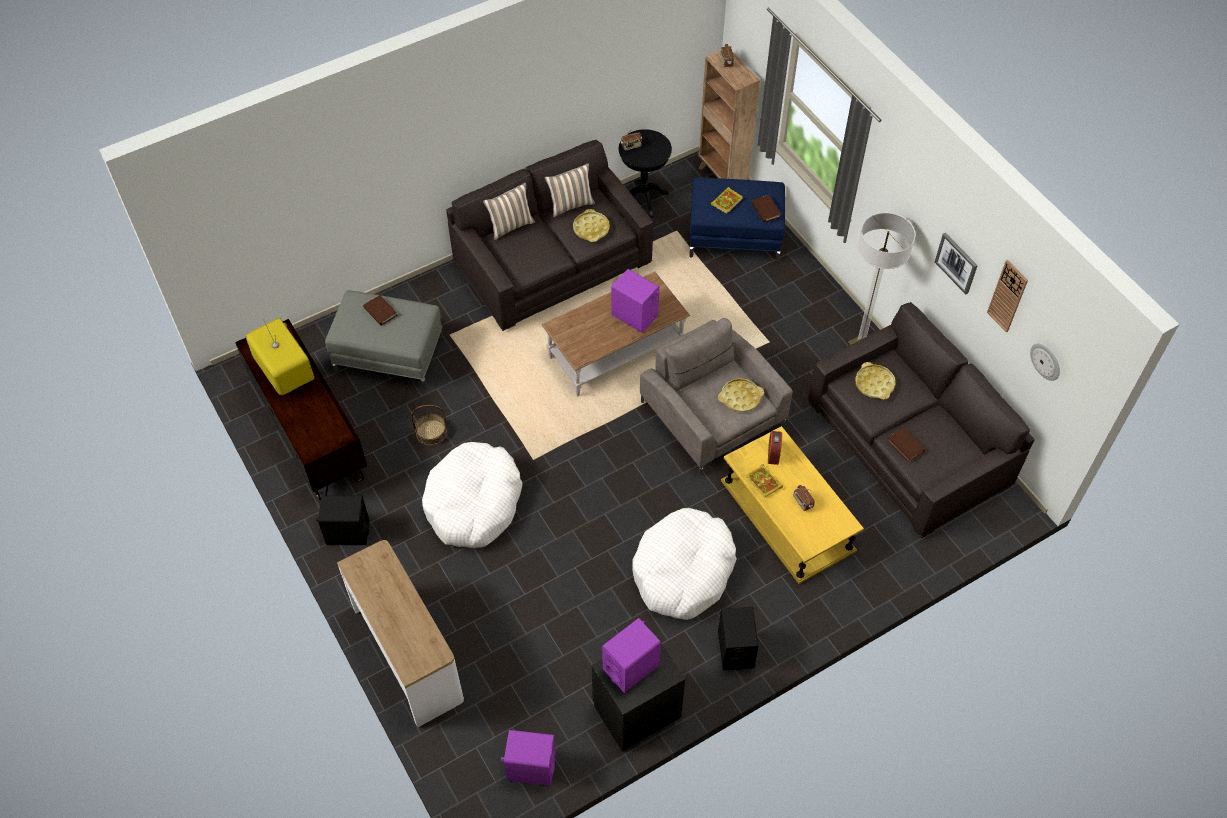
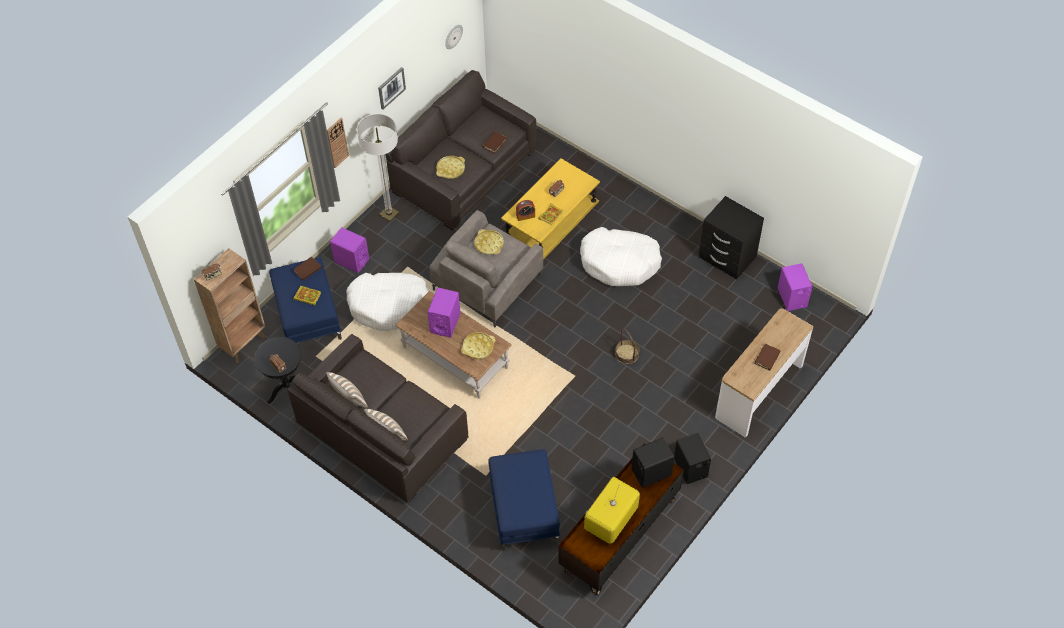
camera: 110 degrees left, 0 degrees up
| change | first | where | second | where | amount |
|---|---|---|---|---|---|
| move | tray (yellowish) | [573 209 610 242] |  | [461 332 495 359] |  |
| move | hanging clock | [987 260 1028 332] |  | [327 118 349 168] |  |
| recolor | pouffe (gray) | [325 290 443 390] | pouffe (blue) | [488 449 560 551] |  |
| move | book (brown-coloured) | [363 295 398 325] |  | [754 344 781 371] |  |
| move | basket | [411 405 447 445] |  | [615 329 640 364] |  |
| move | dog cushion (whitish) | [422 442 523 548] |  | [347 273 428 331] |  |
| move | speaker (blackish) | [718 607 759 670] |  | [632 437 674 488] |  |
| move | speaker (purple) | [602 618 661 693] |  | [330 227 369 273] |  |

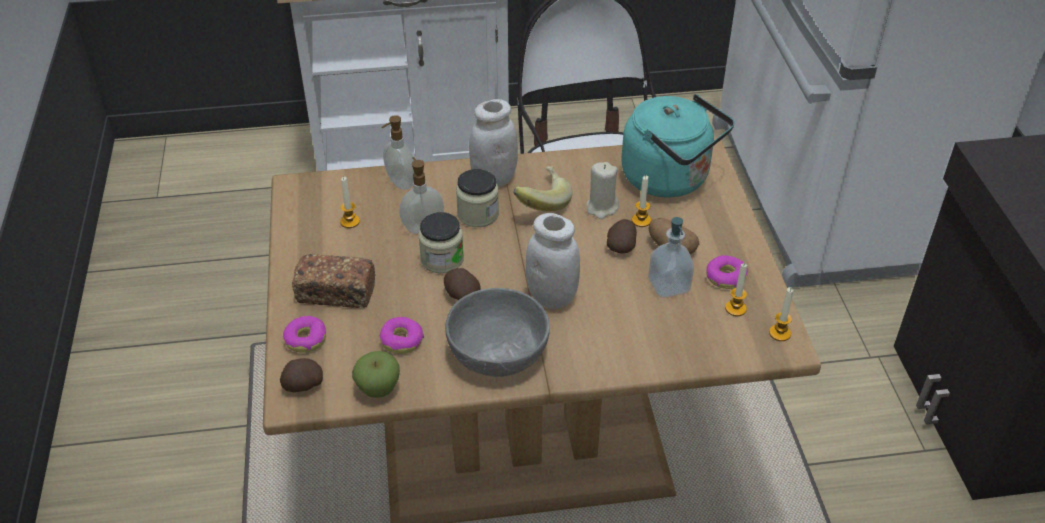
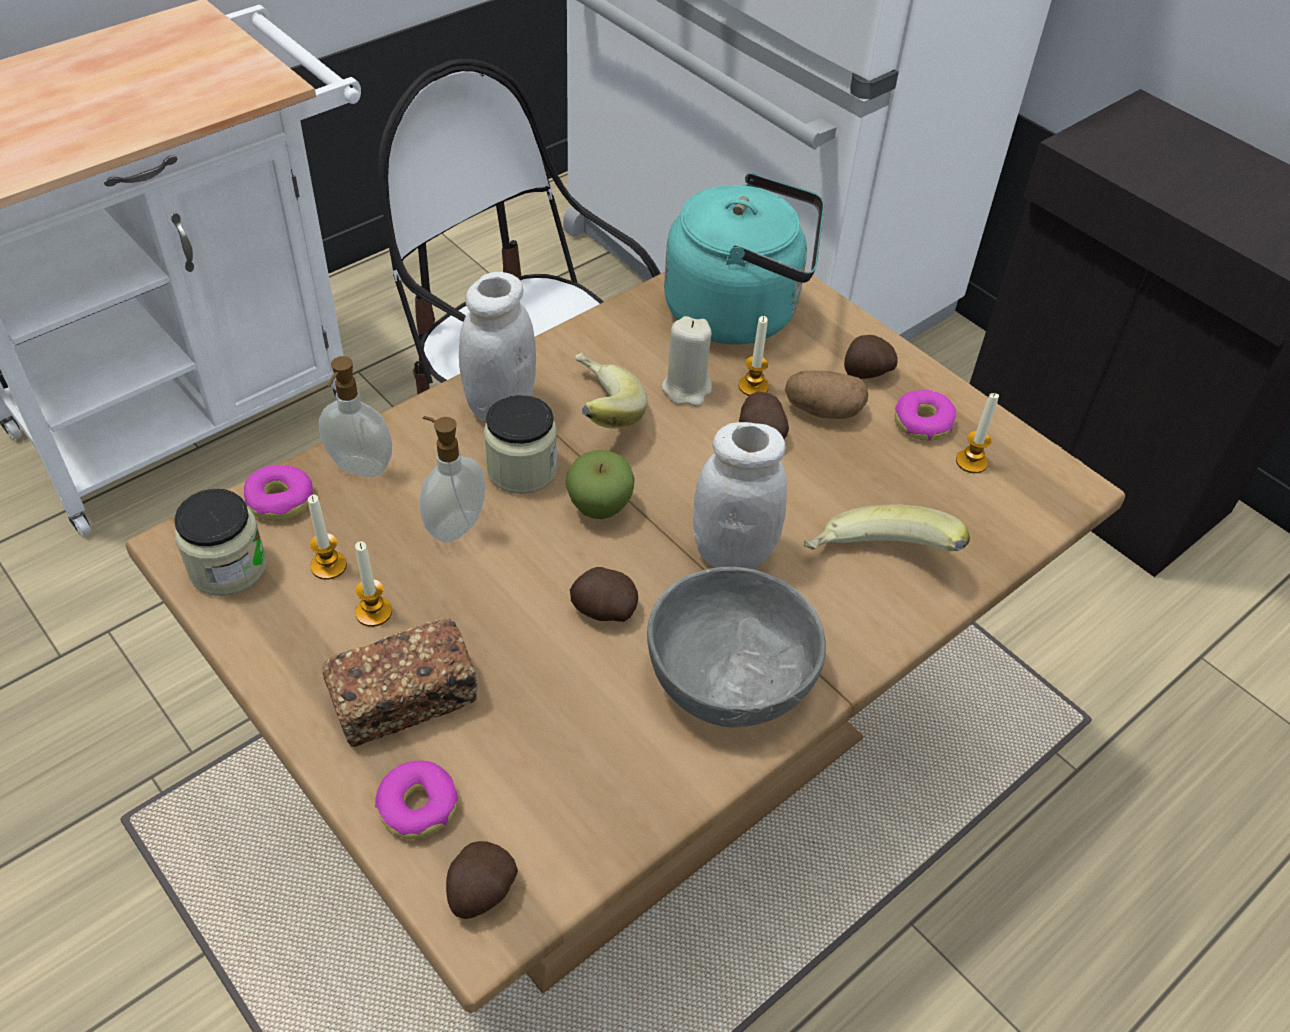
camera: 35 degrees left, 5 degrees up
| change | first | where | second | where | amount |
|---|---|---|---|---|---|
| move | jar | [418 212 464 273] |  | [174 489 267 596] |  |
| delete | soap bottle | [648 217 694 297] |  |  |  |
| move | wax light | [769 287 793 341] |  | [355 541 392 627] |  |
| move | donut | [380 317 424 354] |  | [244 465 313 521] |  |
| move | whole apple | [352 351 400 398] |  | [565 450 635 519] |  |
| insert |  |  | whole potato | [844 335 898 379] |  |
| insert |  |  | banana | [804 505 970 551] |  |

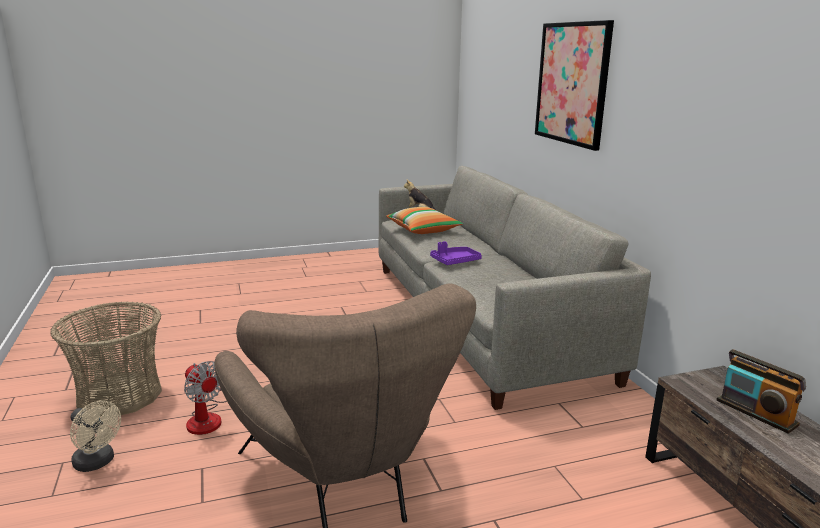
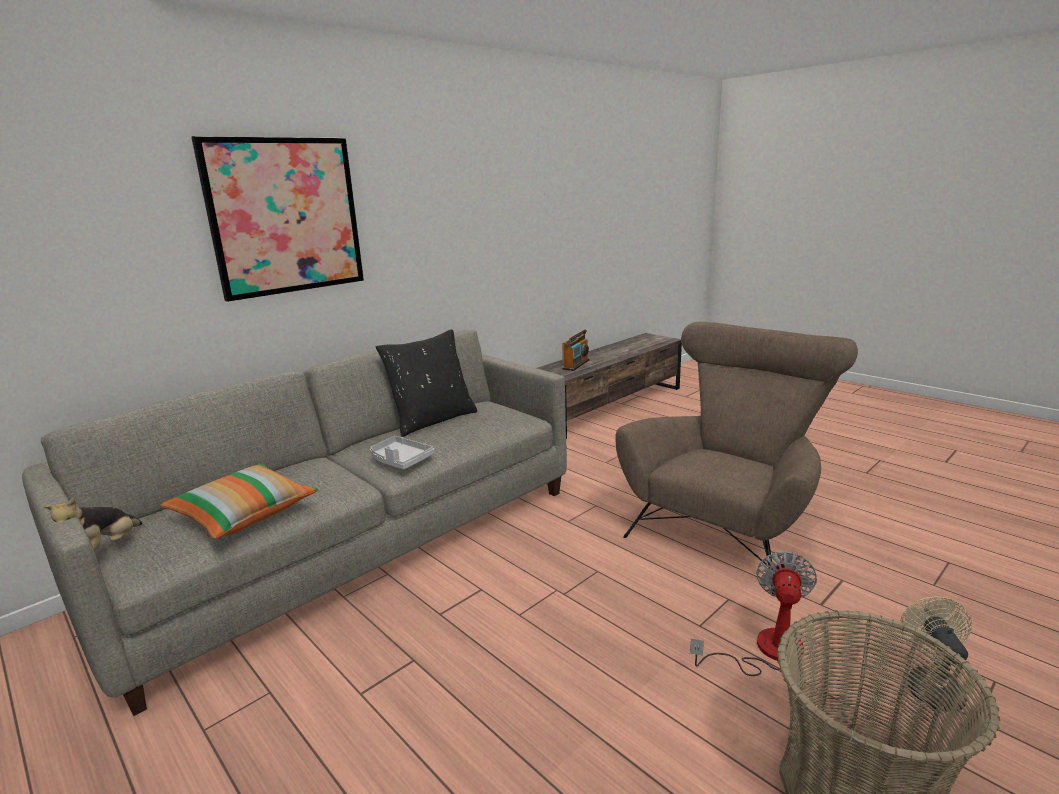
camera: 115 degrees left, 0 degrees up
| change | first | where | second | where | amount |
|---|---|---|---|---|---|
| recolor | tray (purple) | [430 241 482 265] | tray (gray) | [370 436 435 470] |  |
| insert |  |  | cushion (blackish) | [376 329 477 437] |  |

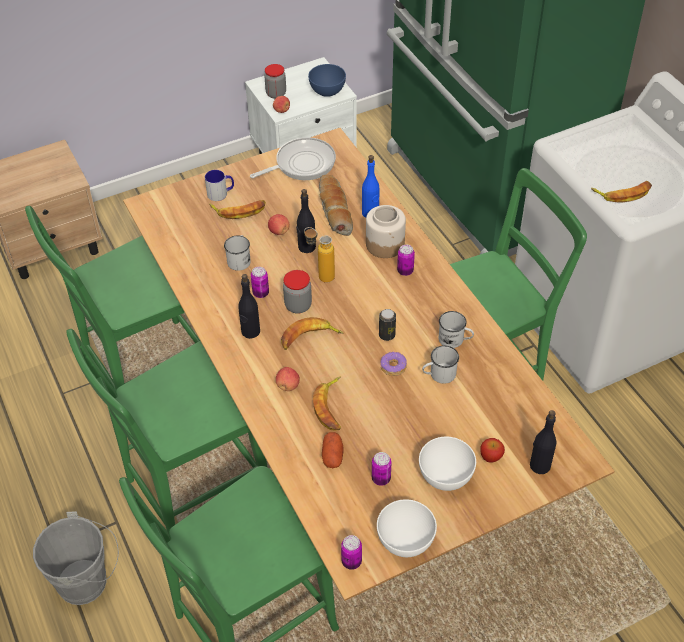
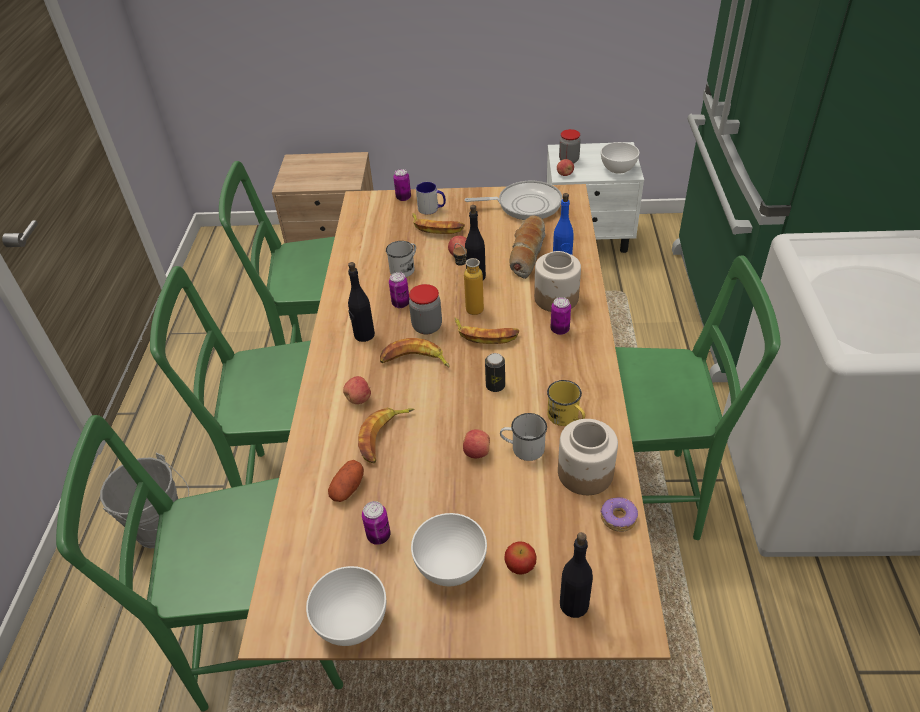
camera: 30 degrees right, 5 degrees down
| change | first | where | second | where | amount |
|---|---|---|---|---|---|
| recolor | serving bowl (blue) | [308 64 346 97] | serving bowl (whitish) | [601 142 639 174] |  |
| move | banana | [591 181 652 203] |  | [454 317 519 344] |  |
| recolor | coffee mug (whitish) | [439 311 474 348] | coffee mug (yellowish) | [547 380 585 426] |  |
| move | donut | [381 352 407 376] |  | [600 497 638 532] |  |
| move | sealed can | [341 535 362 570] |  | [393 169 411 201] |  |
| insert |  |  | jar | [558 419 618 495] |  |
| insert |  |  | whole apple | [463 429 490 458] |  |

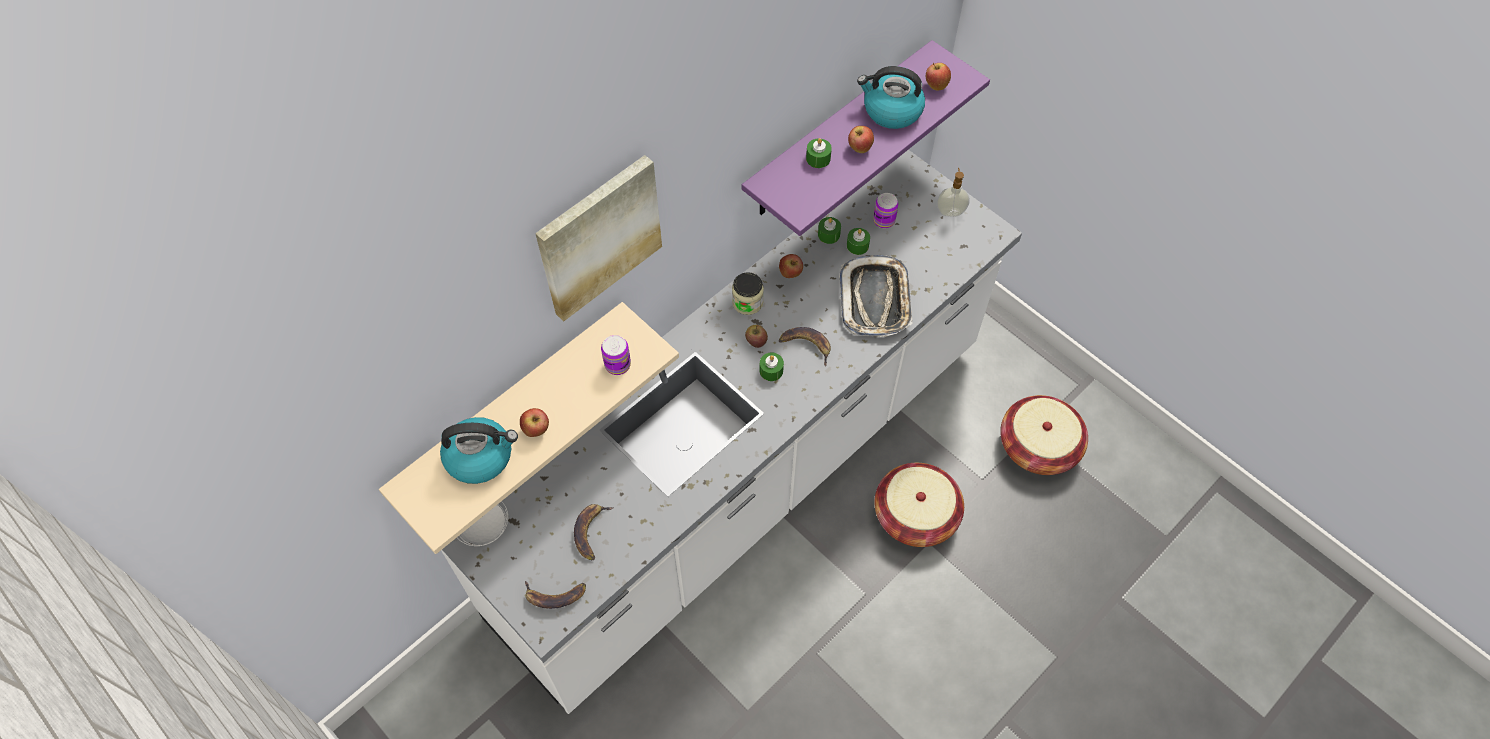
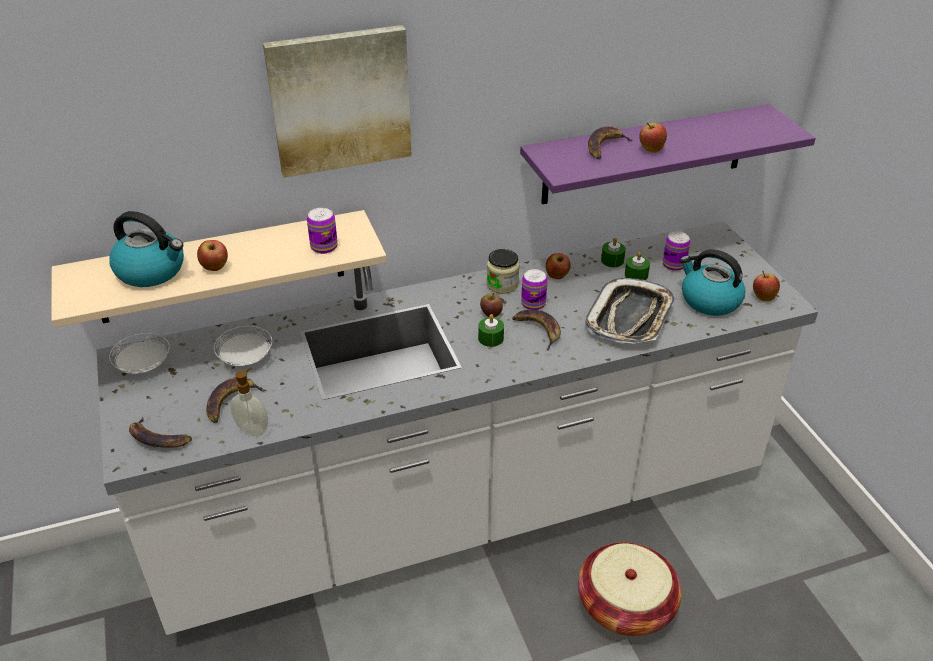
camera: 25 degrees right, 20 degrees down
| change | first | where | second | where | amount |
|---|---|---|---|---|---|
| move | whole apple | [926 63 951 91] |  | [753 271 780 301] |  |
| move | water kettle | [857 66 925 129] |  | [680 249 746 316] |  |
| replace | wax light (greenish) | [806 138 832 168] | banana | [588 126 633 159] |  |
| move | soap bottle | [937 168 970 217] |  | [230 368 268 436] |  |
| delete | basket | [1000 395 1088 475] |  |  |  |
| insert |  |  | sealed can | [521 269 548 310] |  |
| insert |  |  | flat dish (whitish) | [214 326 272 366] |  |

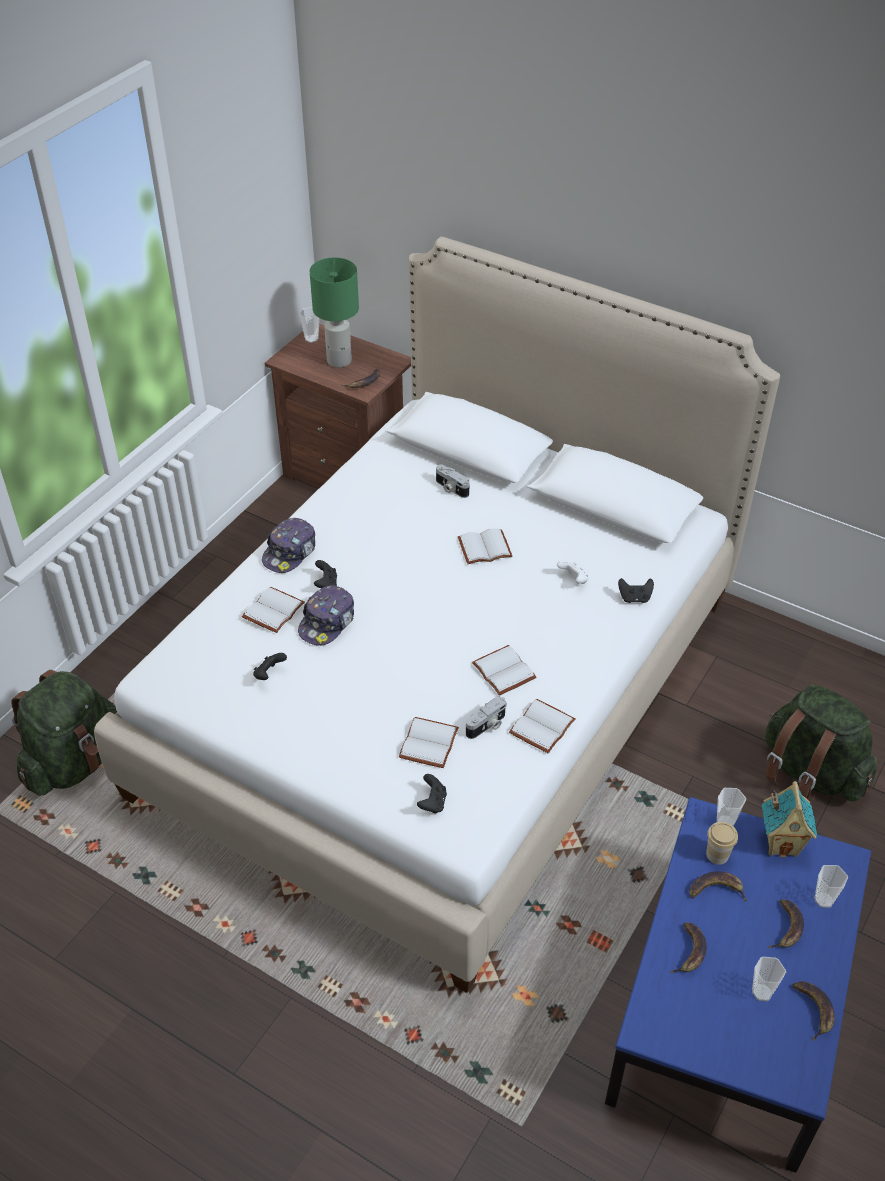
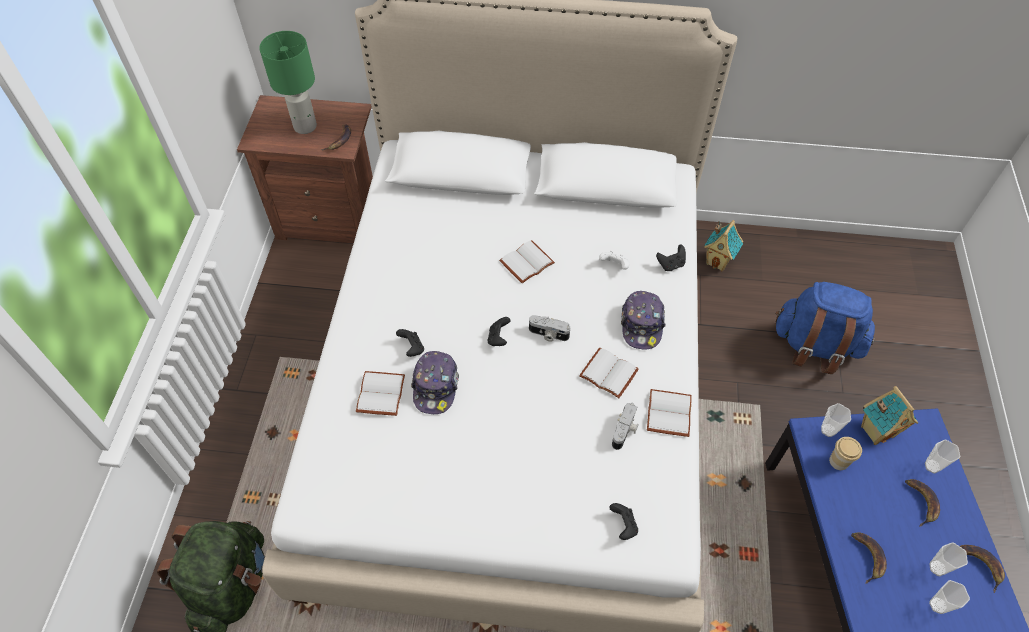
camera: 25 degrees left, 10 degrees up
| change | first | where | second | where | amount |
|---|---|---|---|---|---|
| move | drinking cup | [299 307 320 343] |  | [929 580 970 614] |  |
| move | photo camera | [436 464 470 498] |  | [529 315 570 342] |  |
| move | peaked cap | [262 518 315 573] |  | [621 291 666 350] |  |
| move | game controller (blackish) | [253 653 287 680] |  | [488 317 510 346] |  |
| recolor | rucksack (greenish) | [765 684 877 803] | rucksack (blue) | [776 282 875 374] |  |
| delete | book (whitish) | [399 717 459 768] |  |  |  |
| delete | banana | [690 871 747 902] |  |  |  |
| insert |  |  | model house | [704 220 743 271] |  |

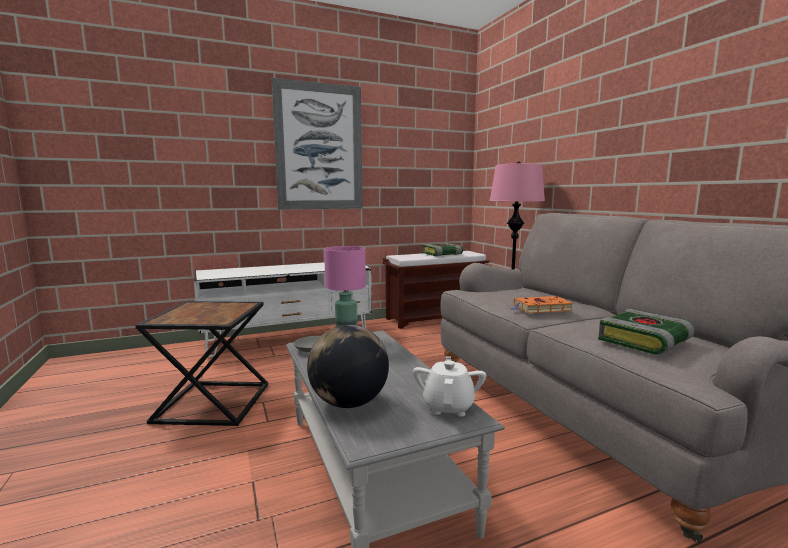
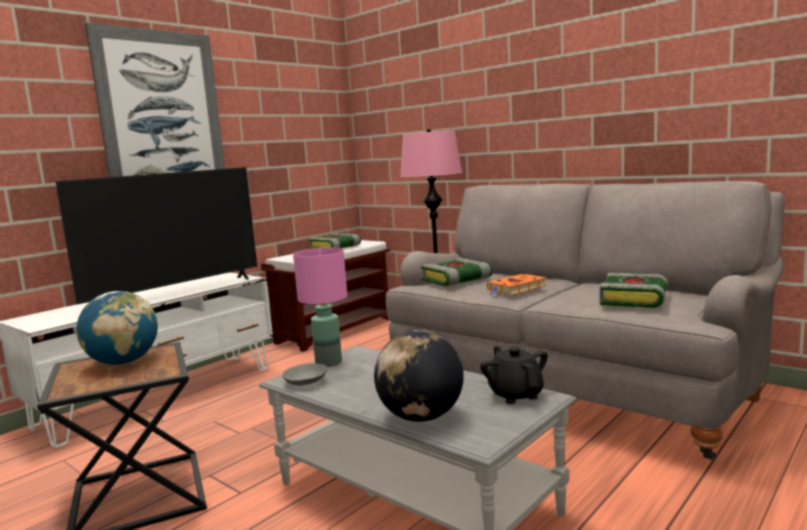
camera: 25 degrees left, 0 degrees up
| change | first | where | second | where | amount |
|---|---|---|---|---|---|
| recolor | tea pot (whitish) | [413 356 486 416] | tea pot (blackish) | [480 346 548 404] |  |
| insert |  |  | TV set | [55 167 257 305] |  |
| insert |  |  | book | [421 258 493 286] |  |
| insert |  |  | globe | [76 291 158 365] |  |

